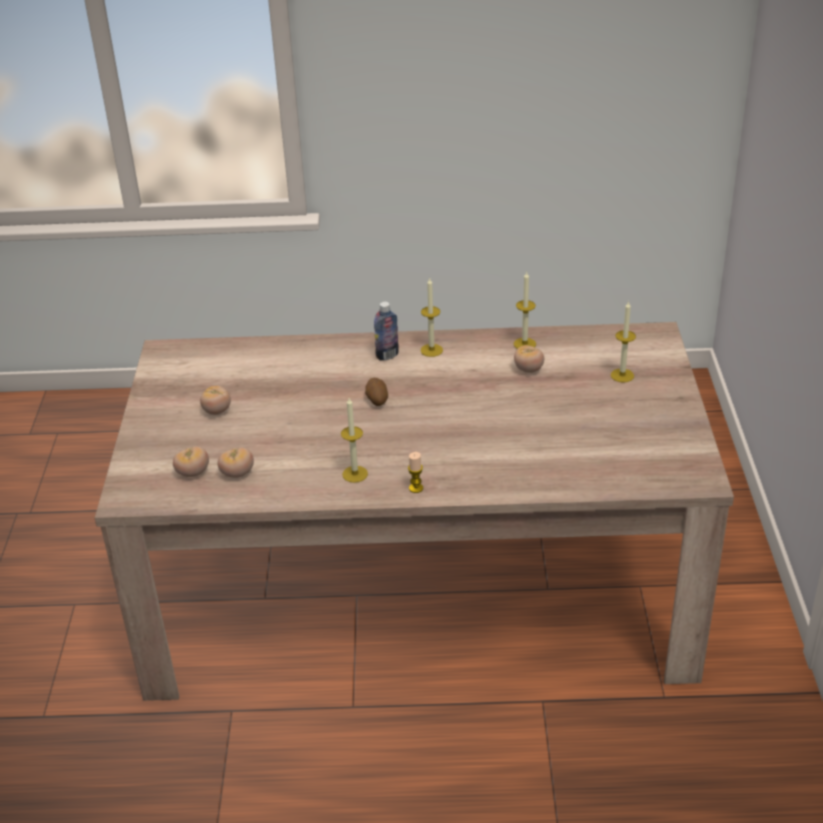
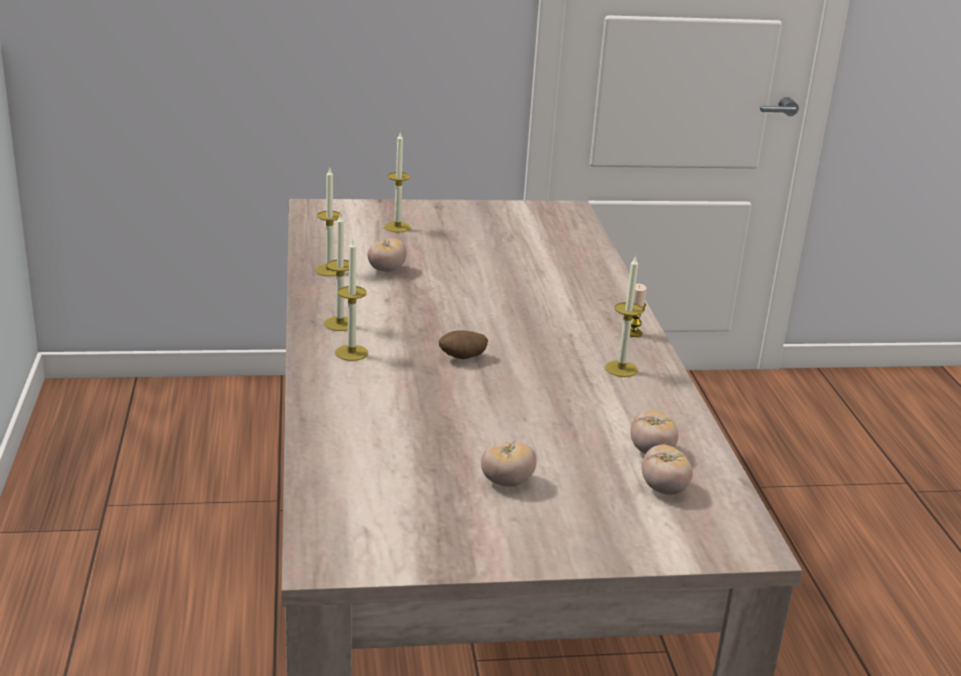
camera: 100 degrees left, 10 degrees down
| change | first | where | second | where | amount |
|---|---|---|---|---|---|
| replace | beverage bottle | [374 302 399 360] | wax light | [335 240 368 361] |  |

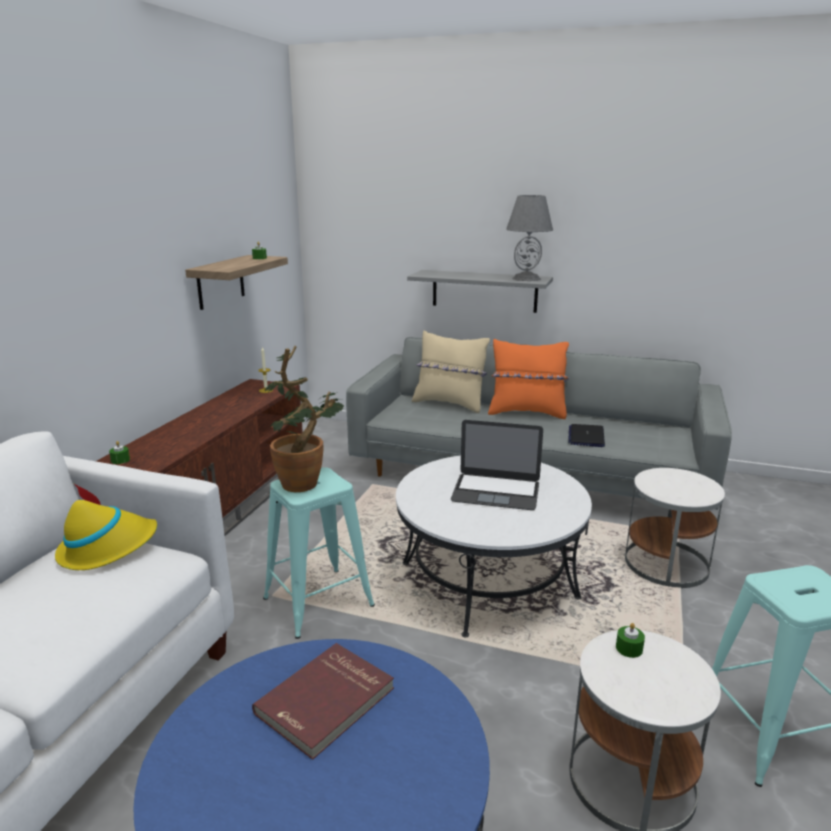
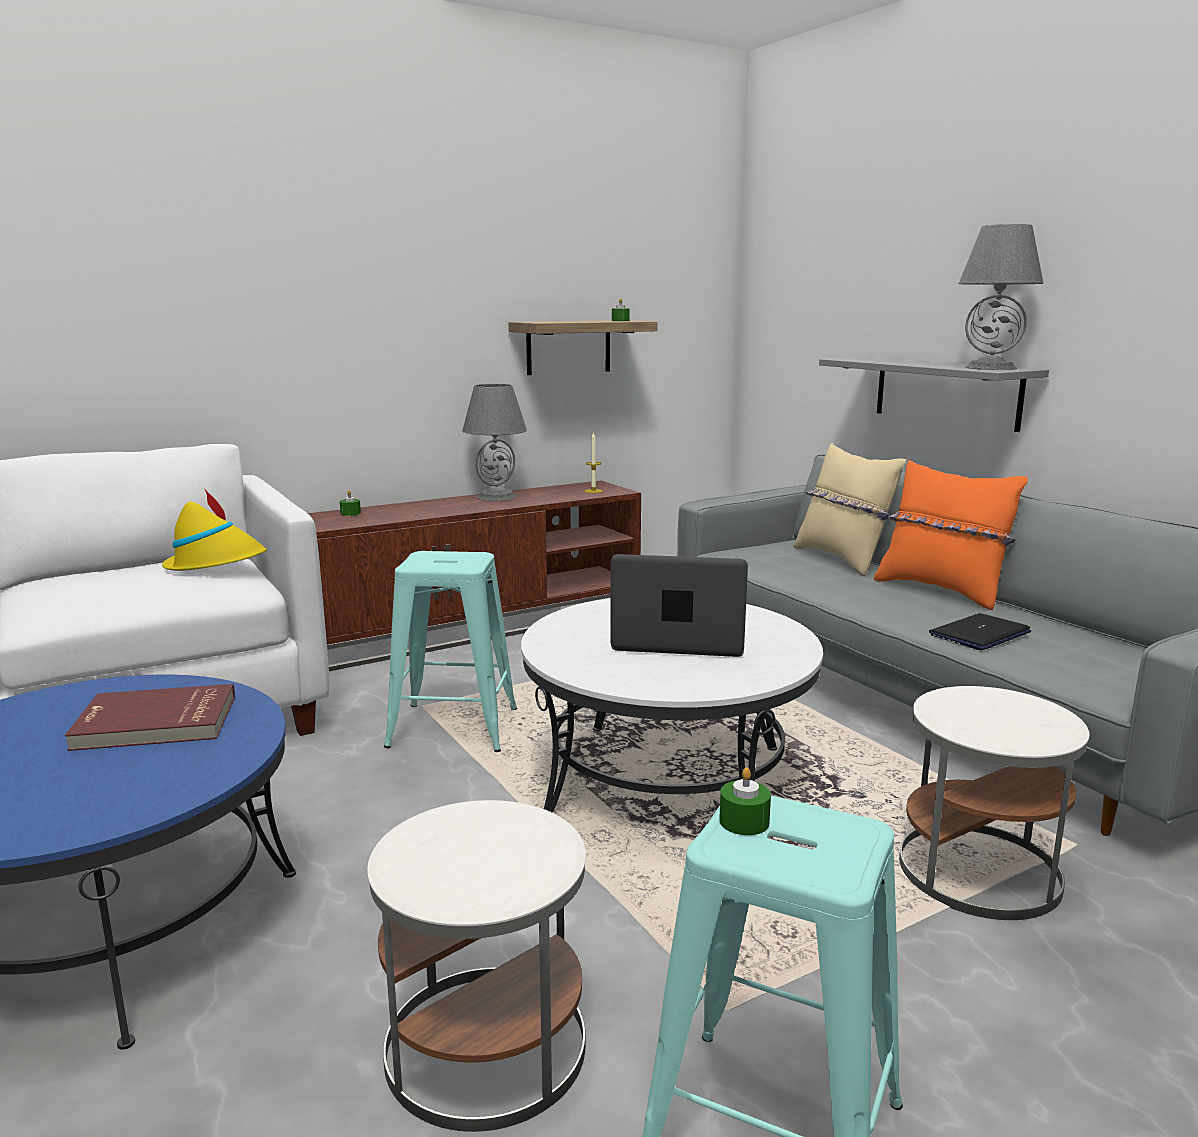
camera: 40 degrees right, 5 degrees down
| change | first | where | second | where | amount |
|---|---|---|---|---|---|
| delete | plant in a pot | [265 346 344 492] |  |  |  |
| rotate | laptop | [451 420 543 510] |  | [610 554 748 657] | 135 degrees clockwise |
| move | wax light (greenish) | [616 623 645 658] |  | [719 768 771 835] |  |
| insert |  |  | lamp for a table (gray) | [462 384 527 501] |  |

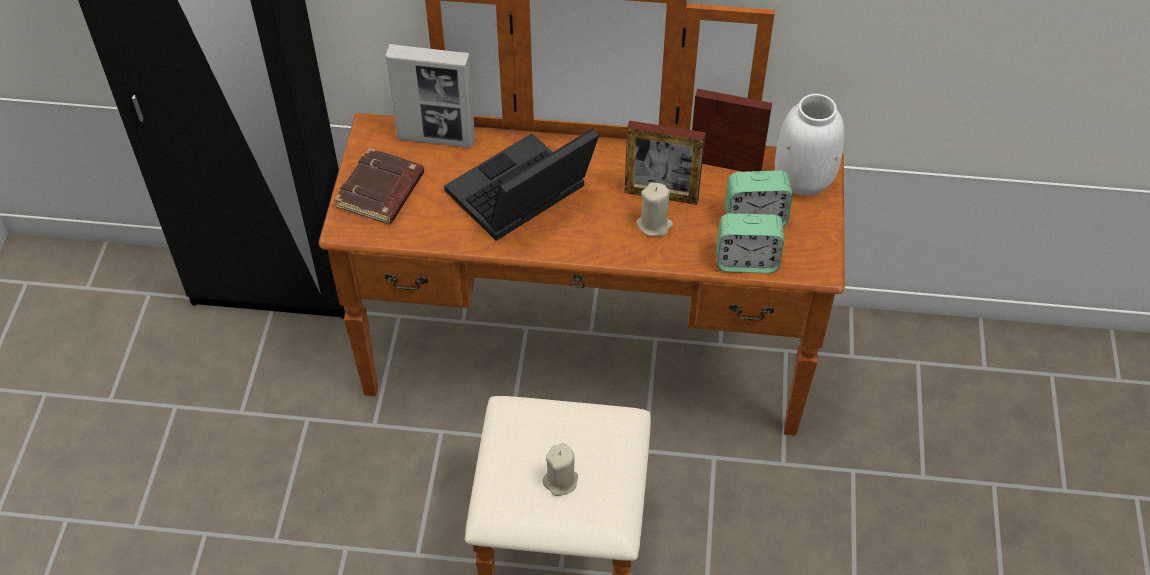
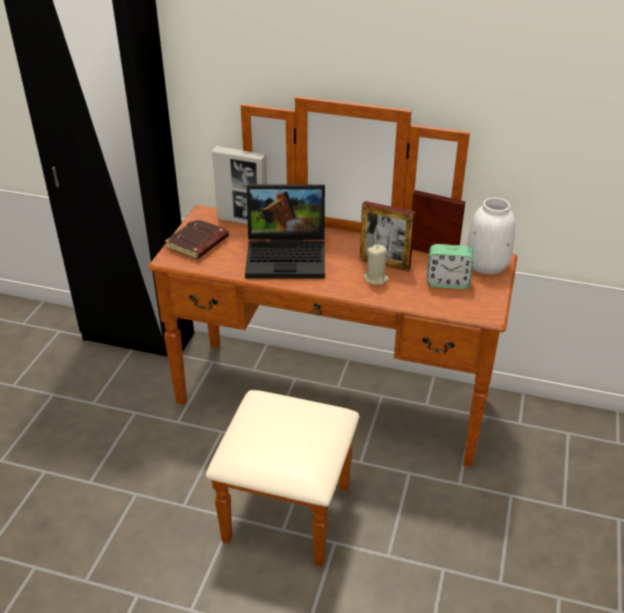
camera: 10 degrees right, 15 degrees down
| change | first | where | second | where | amount |
|---|---|---|---|---|---|
| rotate | laptop | [444 128 599 241] |  | [245 184 325 279] | 150 degrees counterclockwise |
| delete | alarm clock | [717 213 784 273] |  |  |  |
| delete | wax light (beige-coloured) | [542 443 578 496] |  |  |  |

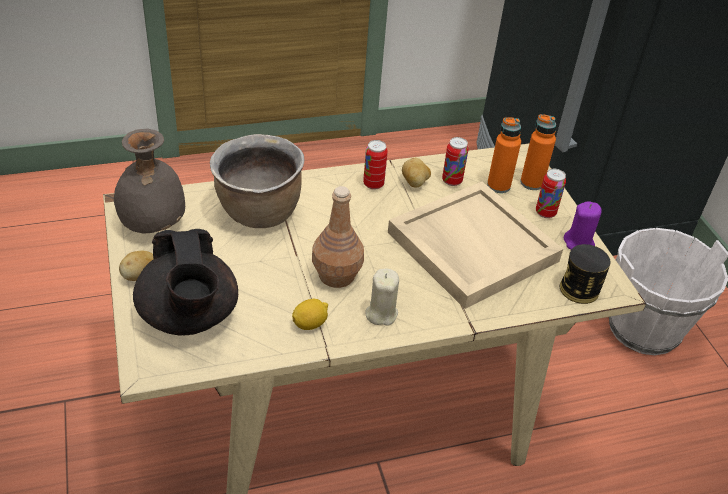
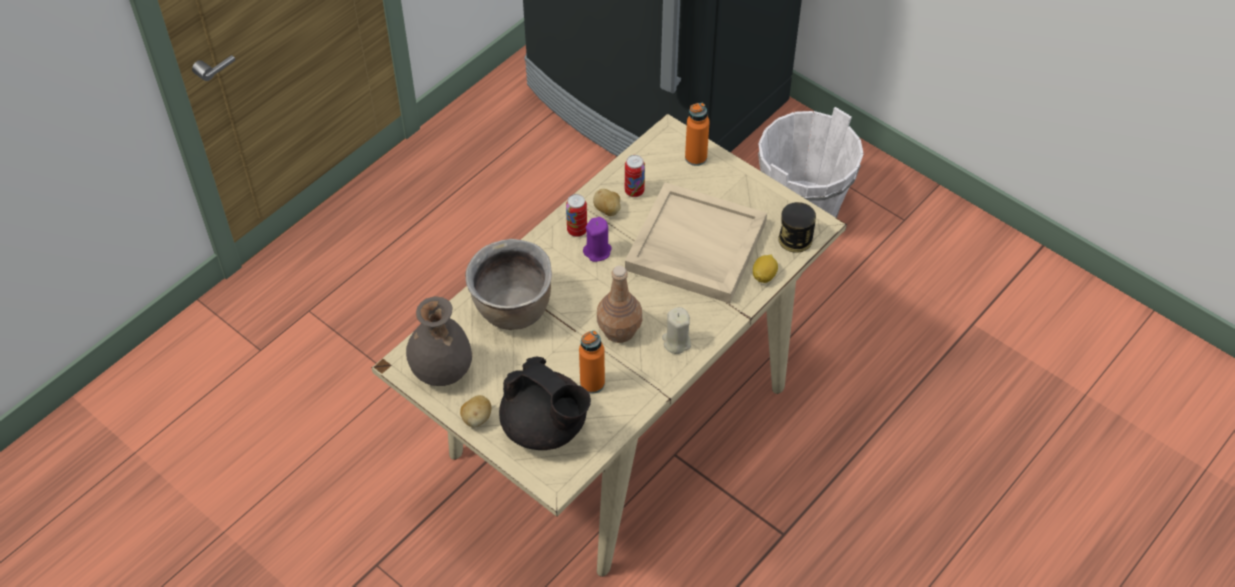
camera: 30 degrees left, 10 degrees up
| change | first | where | second | where | amount |
|---|---|---|---|---|---|
| move | beverage bottle (orange-coloured) | [487 117 521 193] |  | [579 330 605 394] |  |
| delete | sealed can | [536 169 566 218] |  |  |  |
| move | wax light (purple) | [564 201 602 249] |  | [583 217 611 262] |  |
| move | whole lemon | [292 299 328 330] |  | [753 255 778 283] |  |

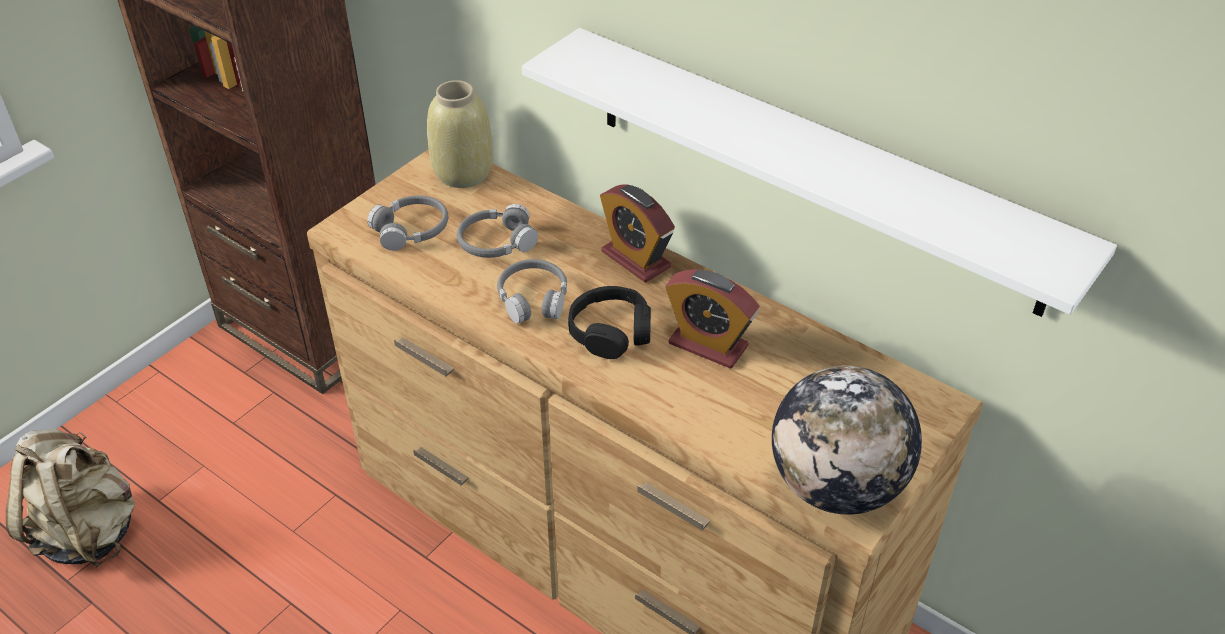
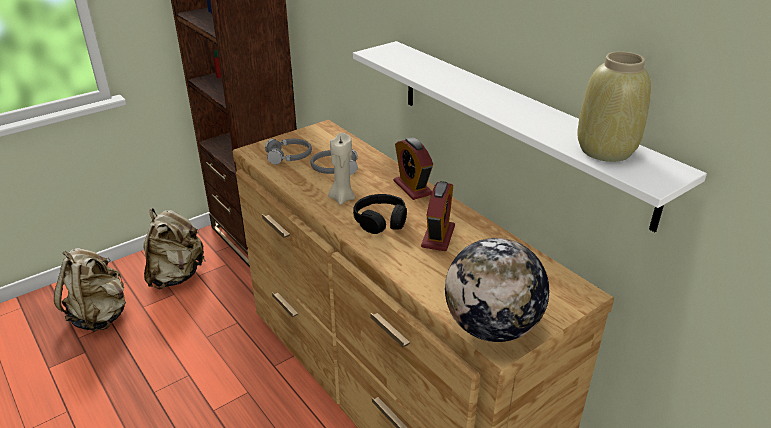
camera: 15 degrees right, 10 degrees down
| change | first | where | second | where | amount |
|---|---|---|---|---|---|
| move | flower vase (beige-coloured) | [427 80 493 188] |  | [577 51 651 162] |  |
| replace | pair of headphones (gray) | [497 259 567 324] | wax light (beige-coloured) | [328 133 355 205] |  |
| rotate | alarm clock | [665 269 759 369] |  | [421 181 455 251] | 120 degrees counterclockwise |
| insert |  |  | rucksack (beige-coloured) | [143 208 206 289] |  |

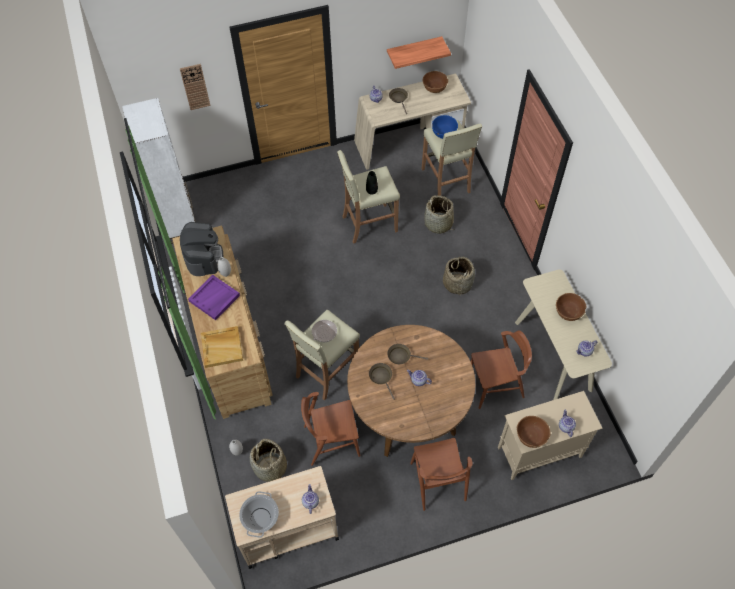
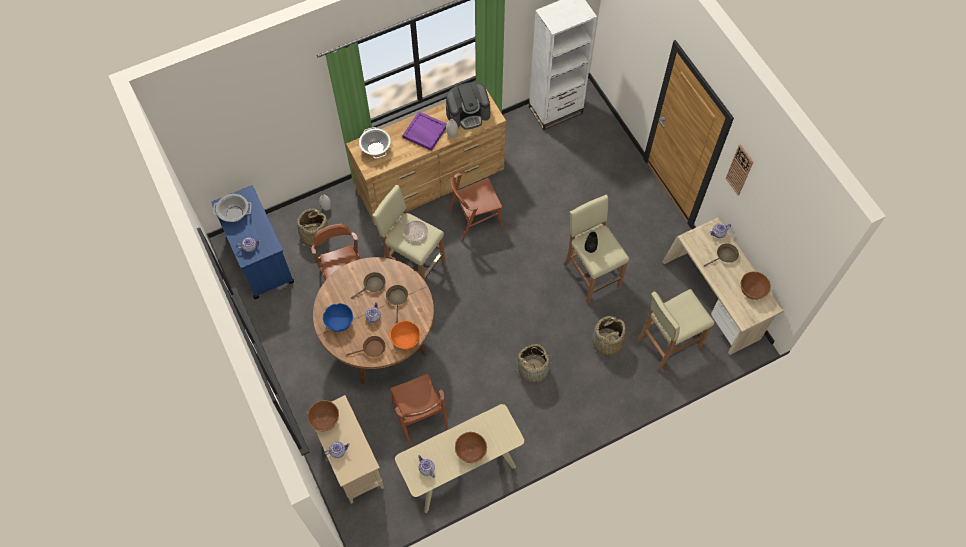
camera: 80 degrees right, 5 degrees up
| change | first | where | second | where | amount |
|---|---|---|---|---|---|
| delete | shelf | [387 36 451 69] |  |  |  |
| move | hanging clock | [180 64 211 110] |  | [726 144 753 195] |  |
| move | serving bowl (blue) | [432 115 458 139] |  | [323 303 353 332] |  |
| replace | tray (beige-coloured) | [201 326 243 368] | stockpot | [359 127 391 159] |  |
| move | upright chair (brown-coloured) | [410 438 473 511] |  | [448 172 503 242] |  |
| recolor | wheeled cart (beige-coloured) | [225 466 339 569] | wheeled cart (blue) | [211 185 295 299] |  |
| insert |  |  | serving bowl (orange-coloured) | [390 321 420 350] |  |
| insert |  |  | skillet (brown-coloured) | [346 336 386 357] |  |

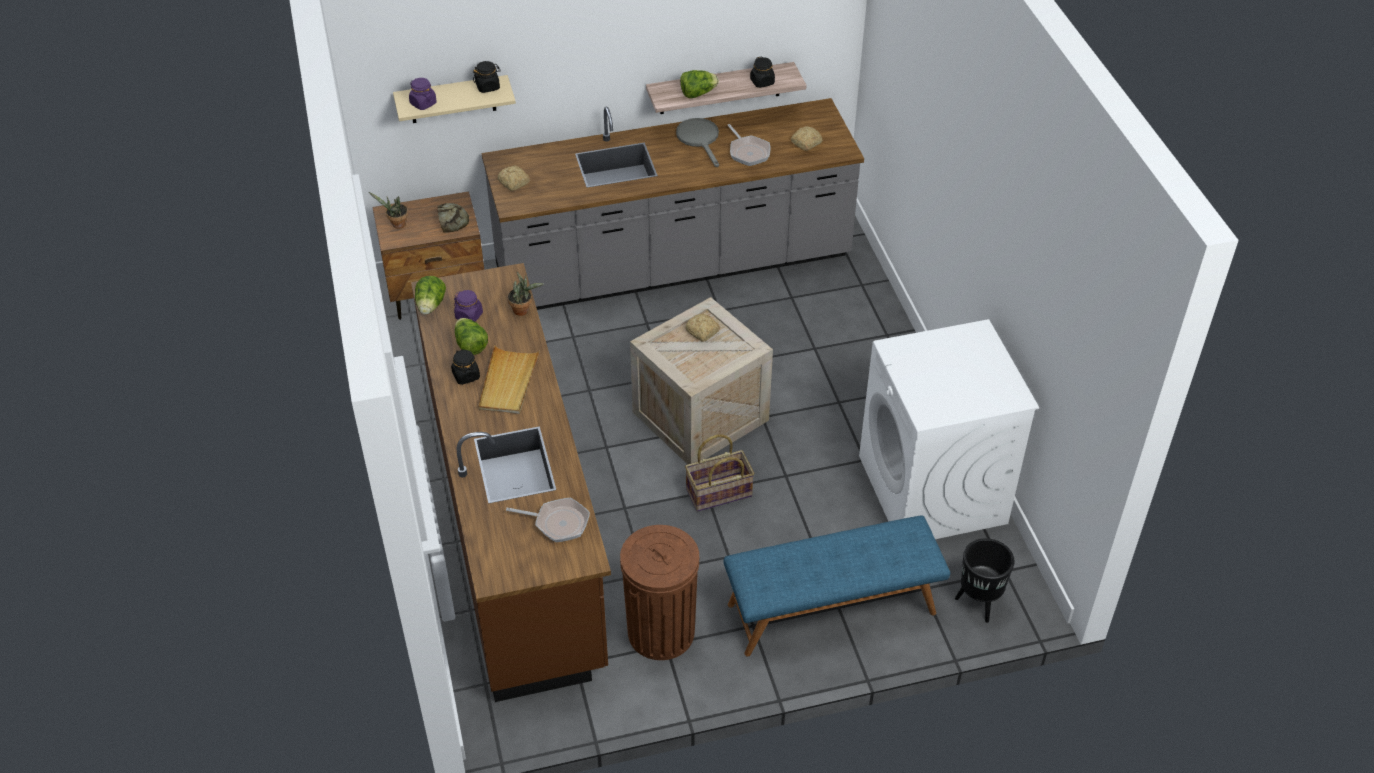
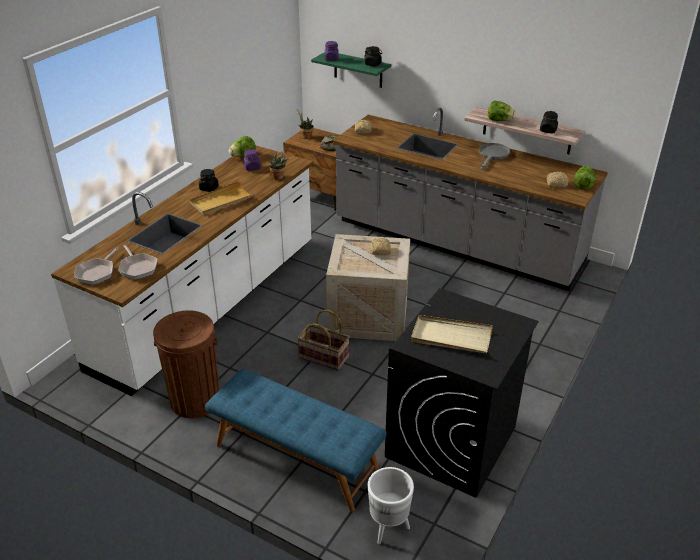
camera: 45 degrees right, 10 degrees down
| change | first | where | second | where | amount |
|---|---|---|---|---|---|
| recolor | shelf (beige-coloured) | [393 75 516 123] | shelf (greenish) | [311 52 391 88] |  |
| move | skillet | [728 124 770 166] |  | [74 247 118 285] |  |
| recolor | kitchen counter (brown-coloured) | [411 263 611 702] | kitchen counter (whitish) | [51 145 313 396] |  |
| move | lettuce | [455 318 488 355] |  | [574 166 596 190] |  |
| recolor | laundry machine (whitish) | [859 319 1039 539] | laundry machine (blackish) | [385 288 539 498] |  |
| recolor | plant pot (blackish) | [955 538 1015 623] | plant pot (whitish) | [368 467 414 544] |  |
| insert |  |  | tray (beige-coloured) | [411 315 493 353] |  |

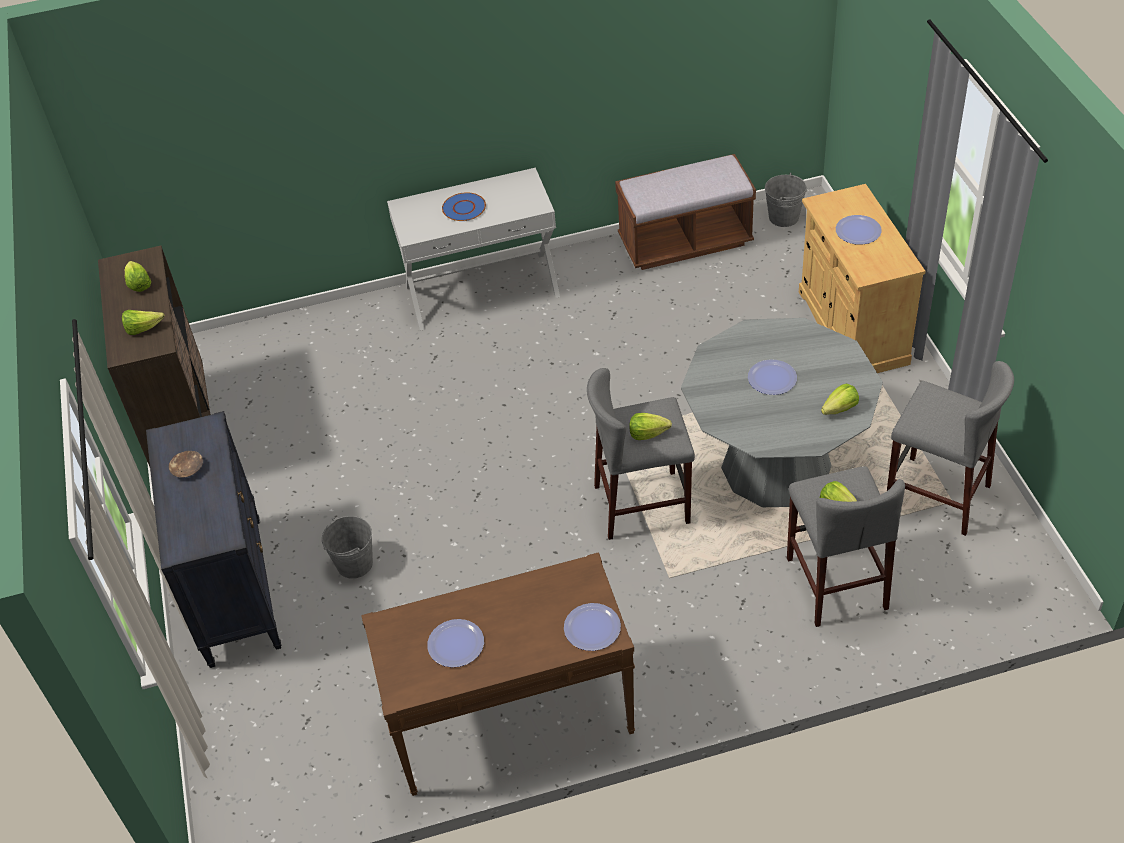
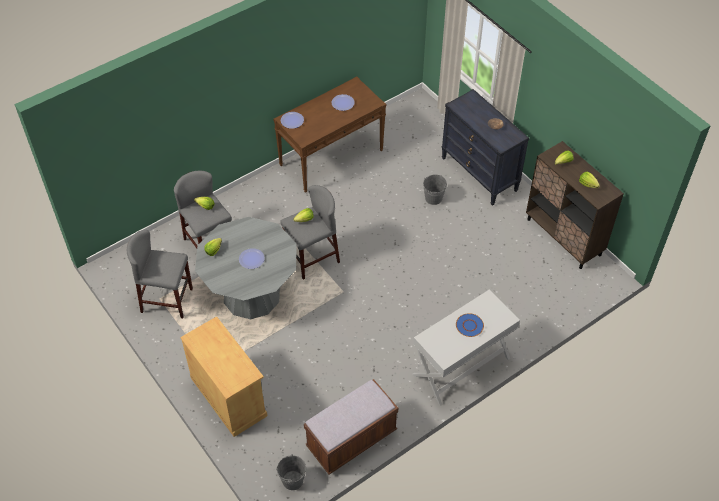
camera: 155 degrees right, 5 degrees up
| change | first | where | second | where | amount |
|---|---|---|---|---|---|
| delete | flat dish | [836 215 882 245] |  |  |  |

